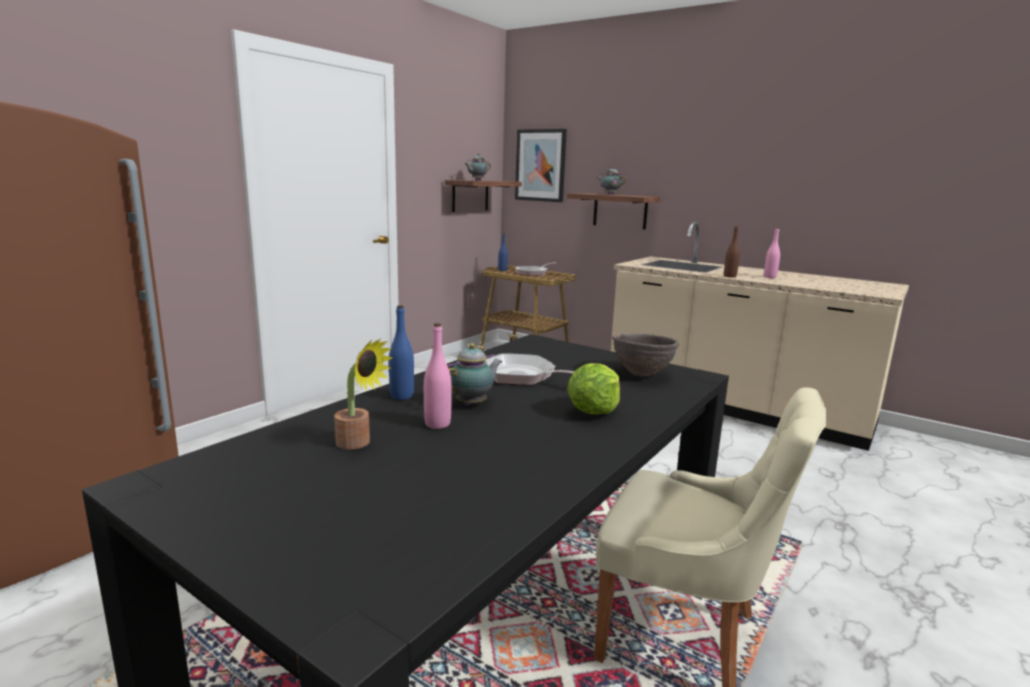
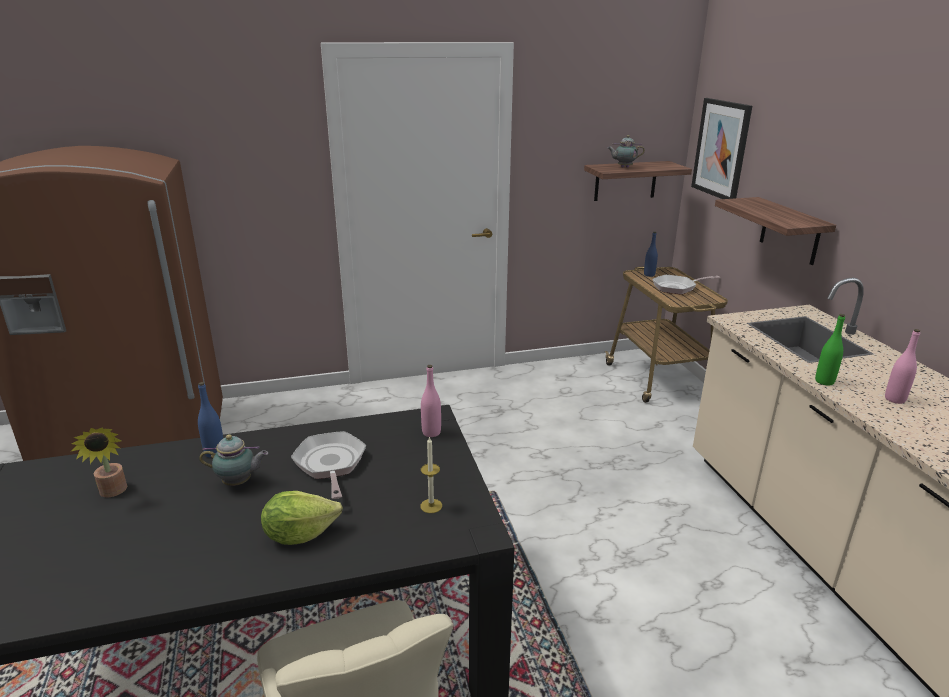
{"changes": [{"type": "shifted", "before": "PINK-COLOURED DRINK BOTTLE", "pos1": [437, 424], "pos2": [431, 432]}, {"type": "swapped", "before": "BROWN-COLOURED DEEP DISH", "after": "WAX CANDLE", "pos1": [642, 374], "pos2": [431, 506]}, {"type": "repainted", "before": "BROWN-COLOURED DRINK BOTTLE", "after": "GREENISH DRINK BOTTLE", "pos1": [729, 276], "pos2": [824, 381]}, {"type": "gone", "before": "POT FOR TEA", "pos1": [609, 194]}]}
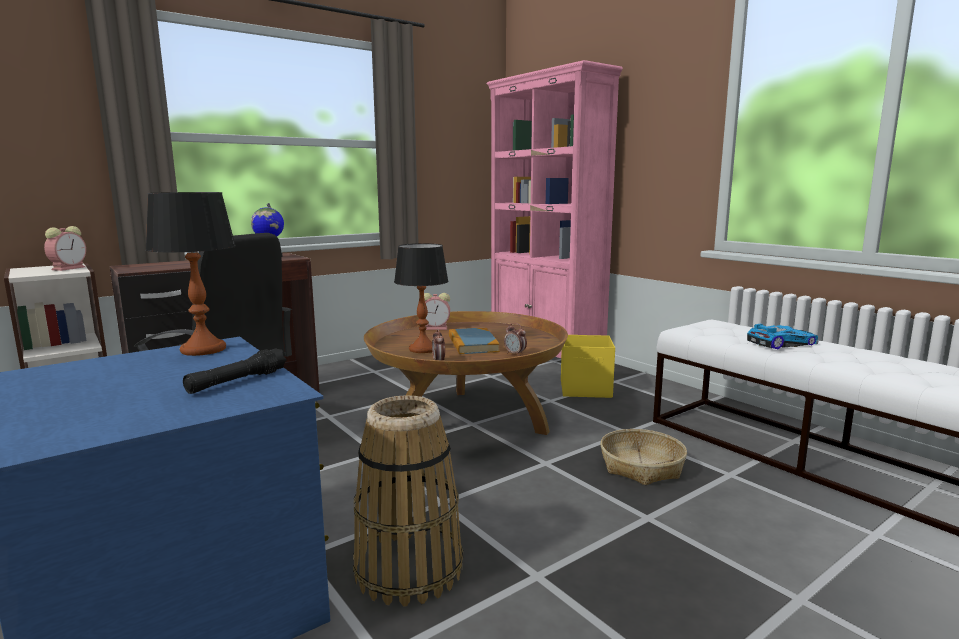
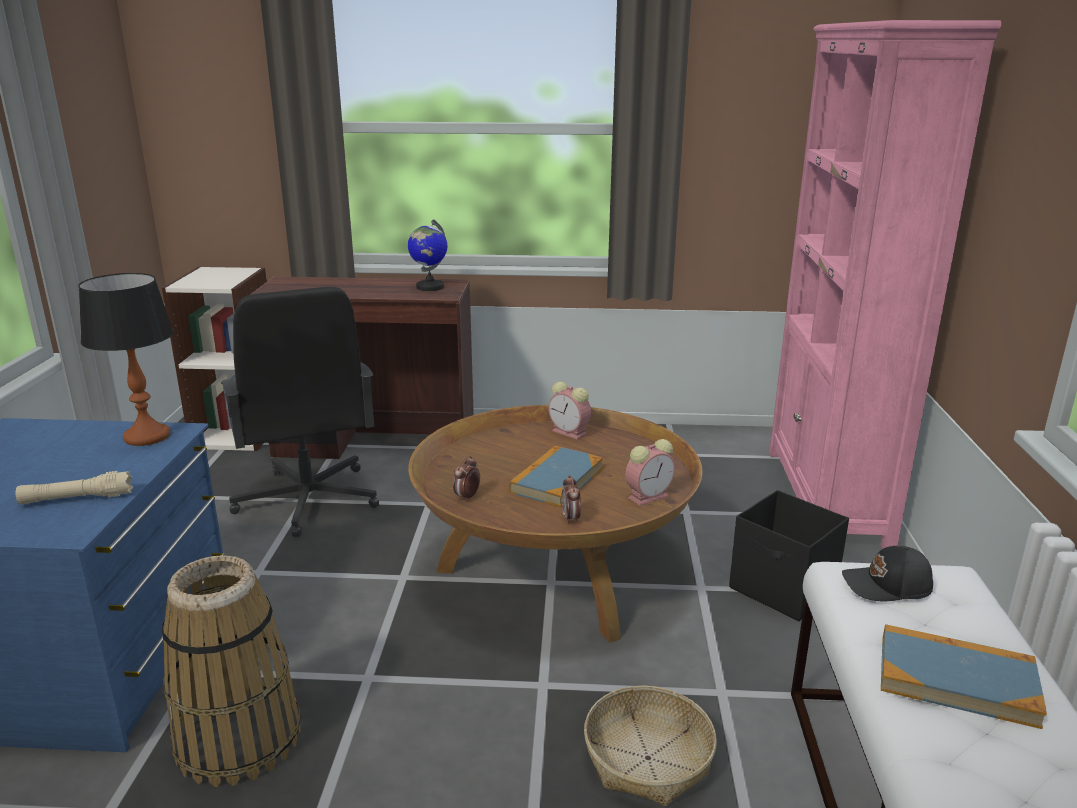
{"changes": [{"type": "repainted", "before": "BLACKISH TORCH", "after": "BEIGE-COLOURED TORCH", "pos1": [237, 381], "pos2": [77, 499]}, {"type": "shifted", "before": "ALARM CLOCK", "pos1": [69, 268], "pos2": [649, 496]}, {"type": "repainted", "before": "YELLOWISH STORAGE CONTAINER", "after": "BLACKISH STORAGE CONTAINER", "pos1": [586, 389], "pos2": [783, 590]}, {"type": "new", "after": "BLACKISH PEAKED CAP", "pos2": [887, 586]}, {"type": "swapped", "before": "MINIATURE CAR", "after": "VOLUME", "pos1": [780, 343], "pos2": [956, 680]}, {"type": "gone", "before": "TABLE LAMP", "pos1": [423, 349]}]}
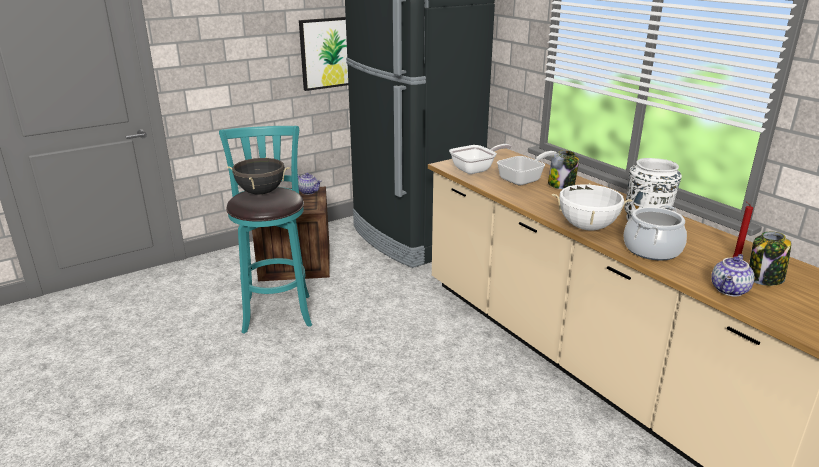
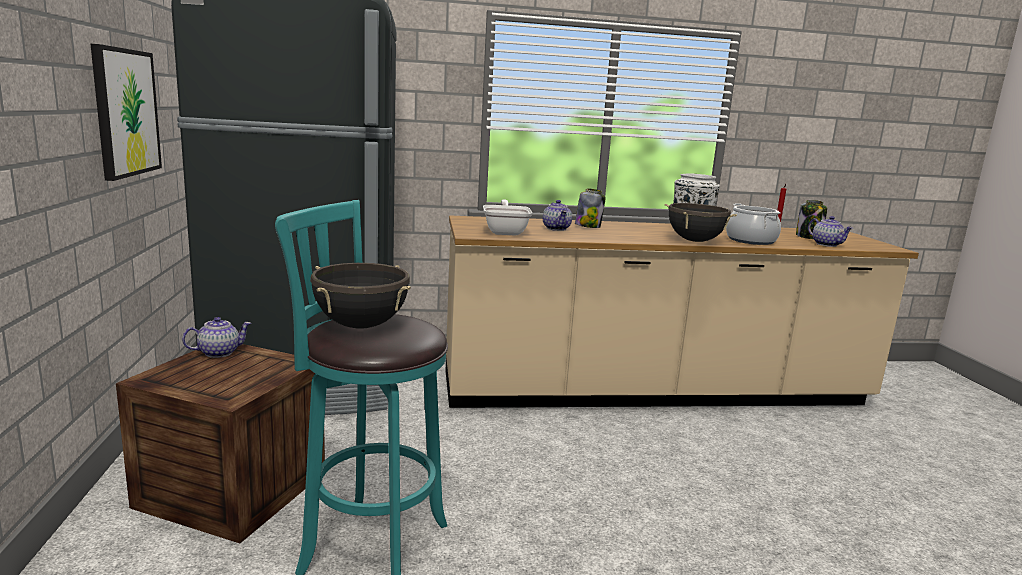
{"changes": [{"type": "swapped", "before": "FRYING PAN", "after": "POT FOR TEA", "pos1": [524, 179], "pos2": [557, 229]}, {"type": "repainted", "before": "WHITE SAUCEPOT", "after": "BLACKISH SAUCEPOT", "pos1": [587, 227], "pos2": [695, 241]}]}
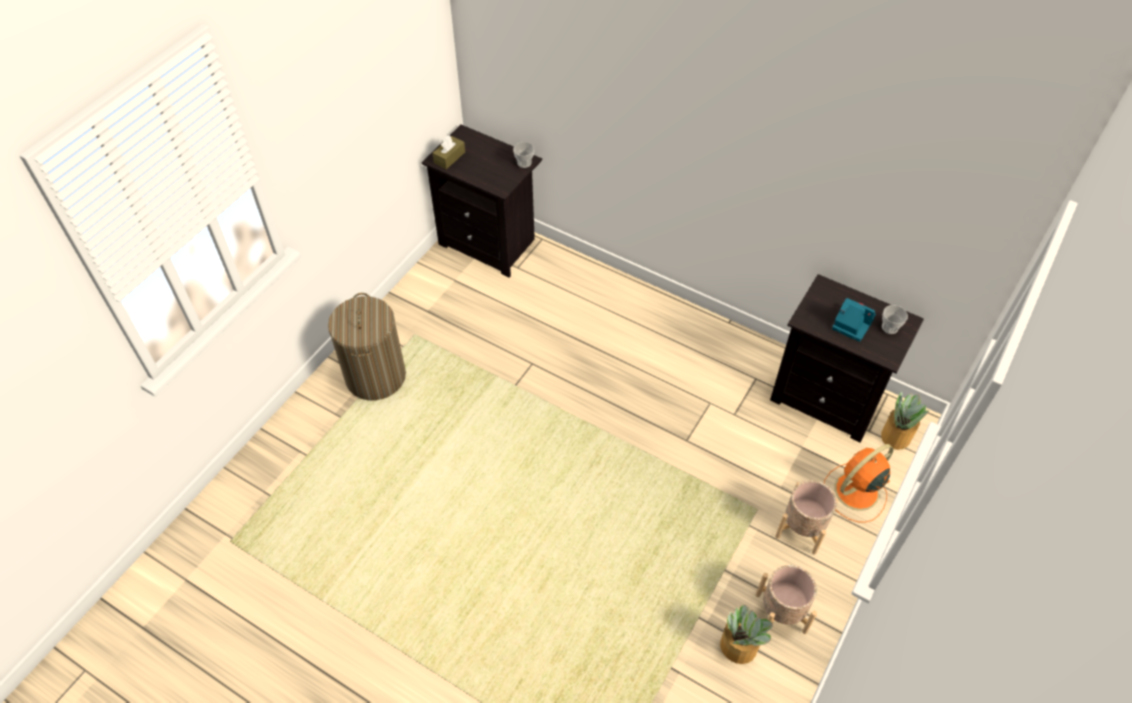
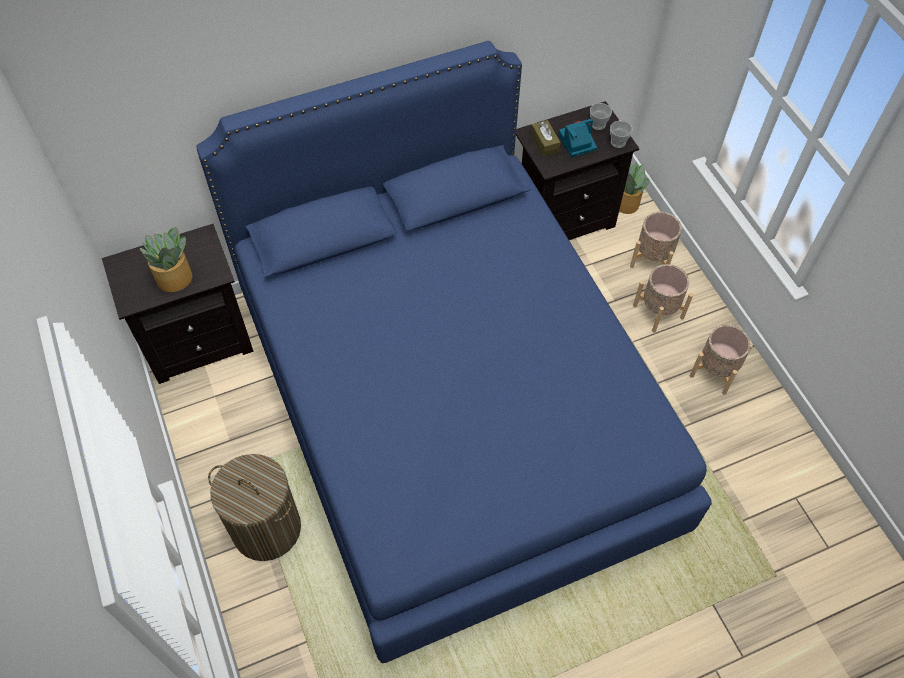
{"changes": [{"type": "shifted", "before": "PLANT IN A POT", "pos1": [739, 647], "pos2": [175, 278]}, {"type": "new", "after": "BLUE BEDROOM BED", "pos2": [450, 408]}, {"type": "shifted", "before": "BROWN-COLOURED BOX OF TISSUES", "pos1": [449, 157], "pos2": [544, 143]}, {"type": "shifted", "before": "DRINKING CUP", "pos1": [524, 163], "pos2": [618, 142]}, {"type": "swapped", "before": "ORANGEY FAN", "after": "BEIGE-COLOURED FLOWER POT", "pos1": [855, 492], "pos2": [652, 259]}]}
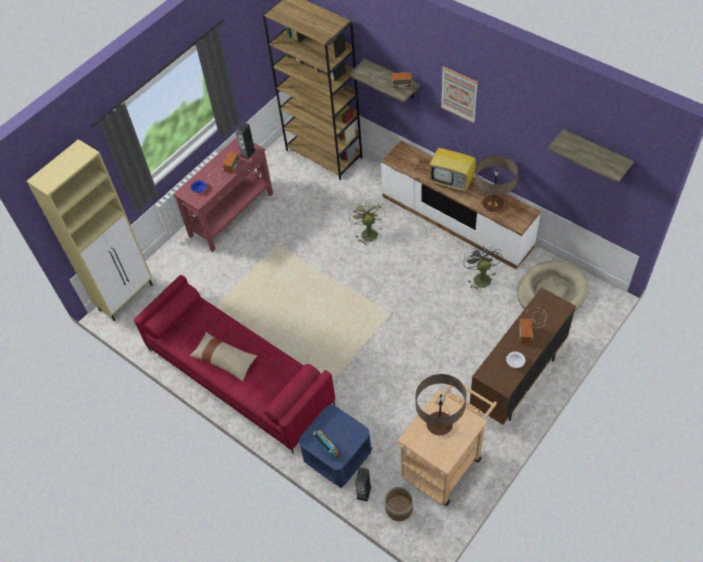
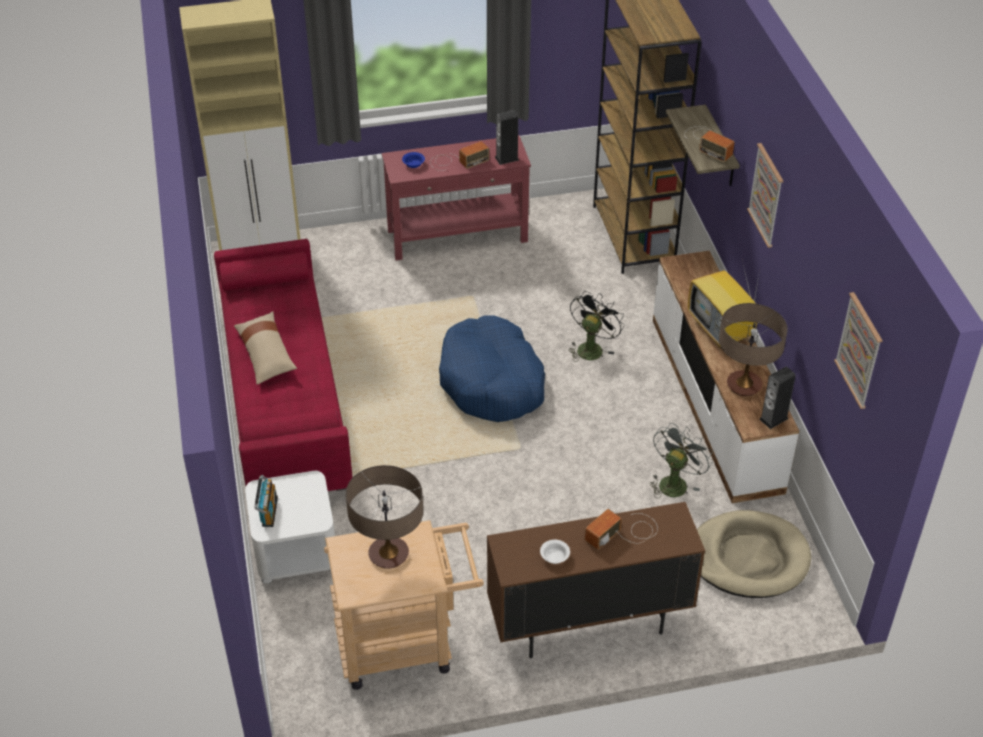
{"changes": [{"type": "repainted", "before": "BLUE ACCENT TABLE", "after": "WHITE ACCENT TABLE", "pos1": [337, 457], "pos2": [295, 551]}, {"type": "new", "after": "BLUE PET BED", "pos2": [492, 382]}, {"type": "repainted", "before": "GREENISH FAN", "after": "BLACKISH FAN", "pos1": [368, 232], "pos2": [591, 347]}, {"type": "shifted", "before": "AUDIO SPEAKER", "pos1": [364, 492], "pos2": [773, 418]}, {"type": "swapped", "before": "BRACKET SHELF", "after": "WALL ART", "pos1": [596, 153], "pos2": [859, 350]}, {"type": "gone", "before": "FLOWER POT", "pos1": [399, 508]}]}
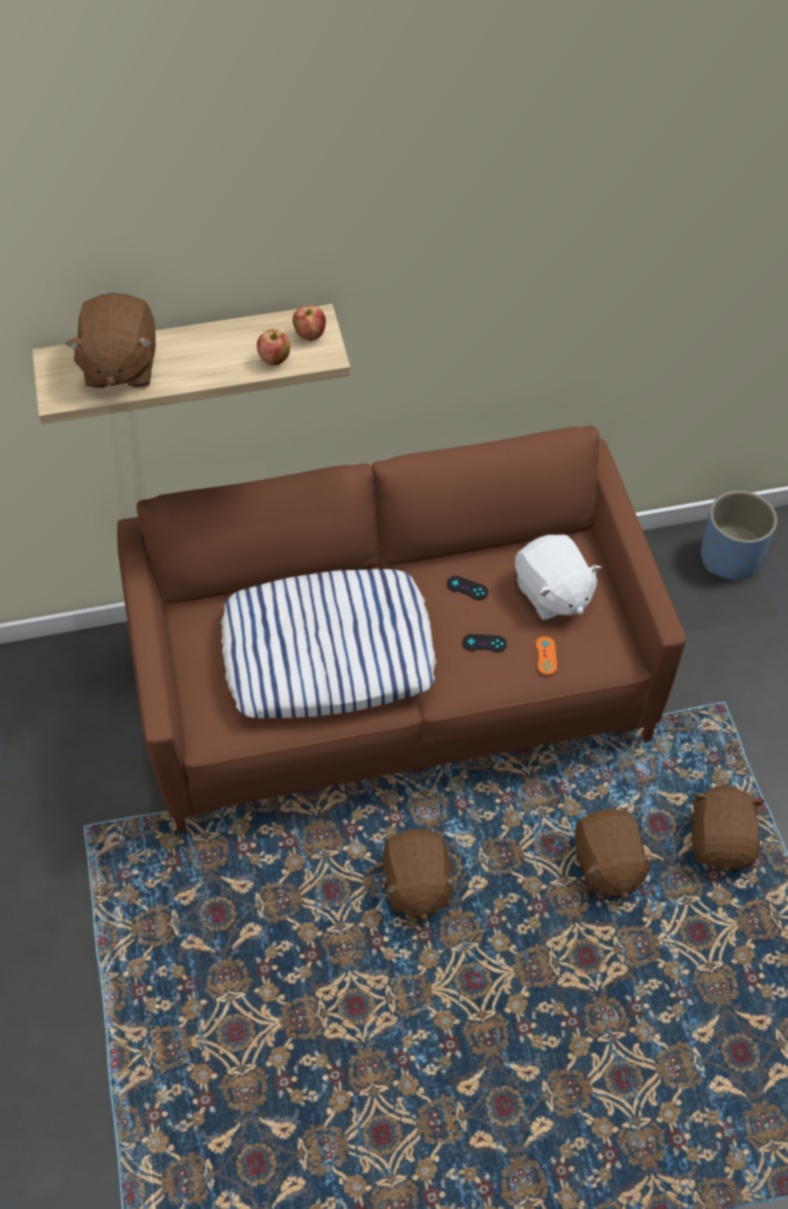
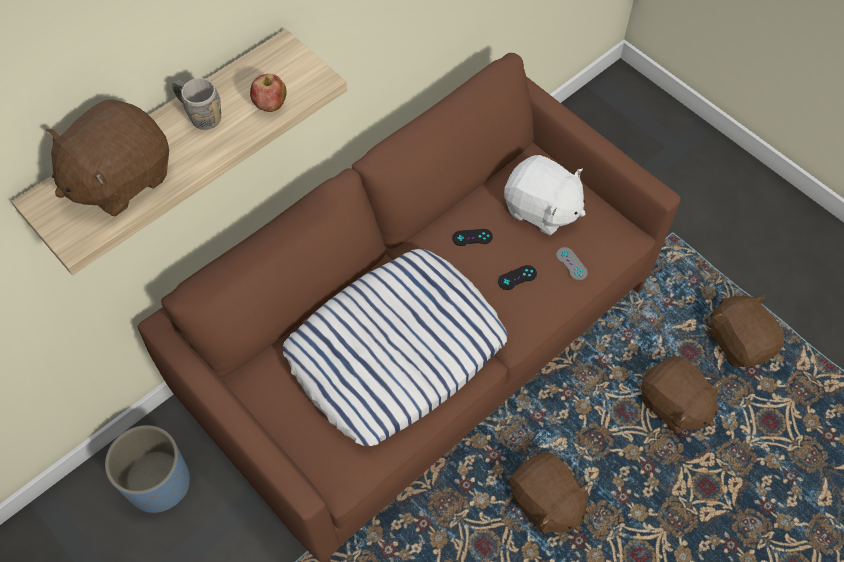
{"changes": [{"type": "rotated", "before": "BROWN-COLOURED PLUSH TOY", "pos1": [120, 366], "pos2": [119, 178], "turn": 75}, {"type": "shifted", "before": "BLUE FLOWER POT", "pos1": [730, 557], "pos2": [159, 483]}, {"type": "new", "after": "GREYISH TEA MUG", "pos2": [200, 115]}, {"type": "repainted", "before": "ORANGEY GAME CONTROLLER", "after": "GREYISH GAME CONTROLLER", "pos1": [546, 656], "pos2": [571, 264]}, {"type": "gone", "before": "WHOLE APPLE", "pos1": [310, 335]}]}
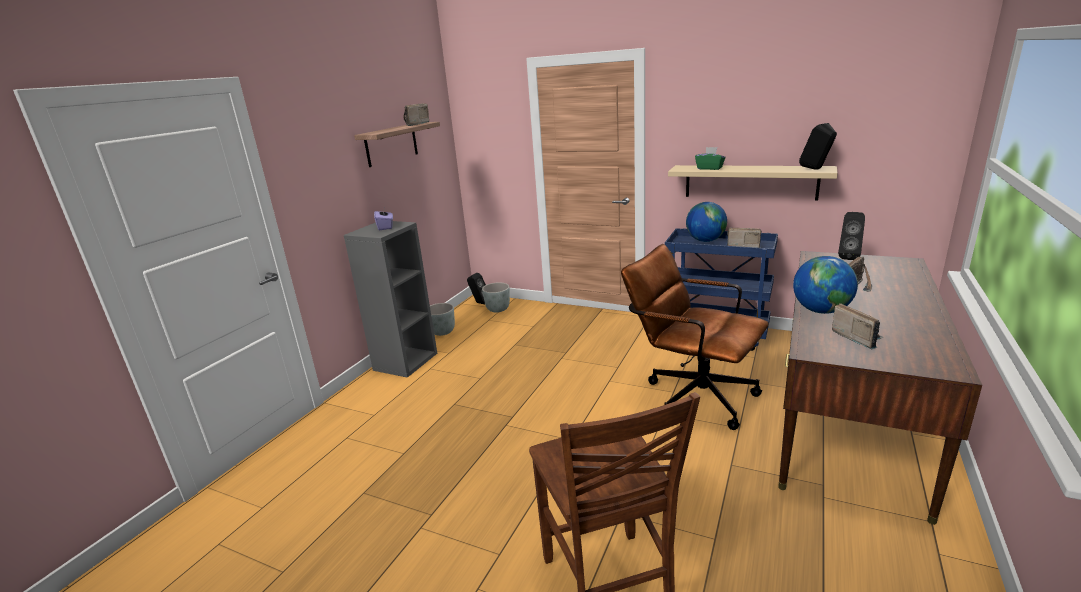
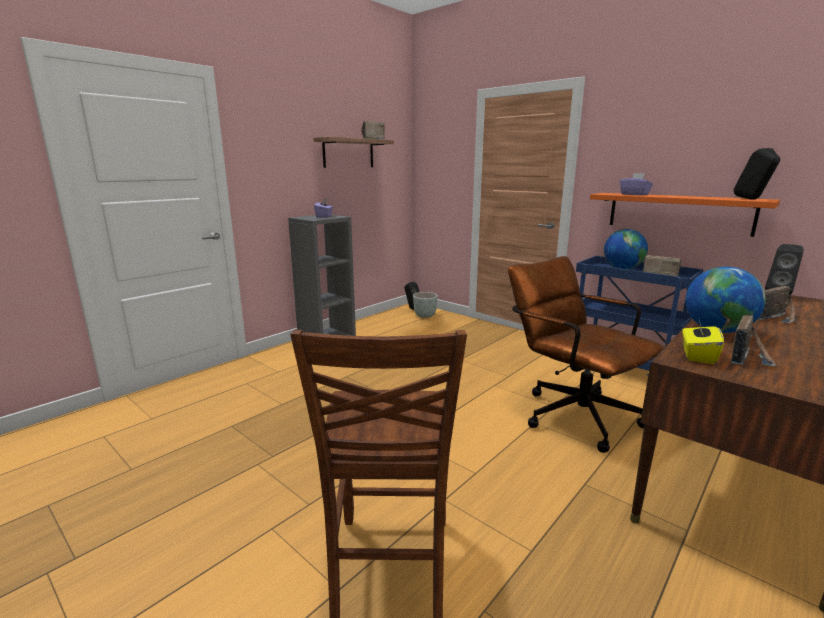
{"changes": [{"type": "repainted", "before": "BEIGE-COLOURED BRACKET SHELF", "after": "ORANGEY BRACKET SHELF", "pos1": [750, 182], "pos2": [678, 213]}, {"type": "repainted", "before": "GREENISH BOX OF TISSUES", "after": "PURPLISH BOX OF TISSUES", "pos1": [709, 168], "pos2": [634, 194]}, {"type": "new", "after": "YELLOWISH BOX OF TISSUES", "pos2": [697, 355]}, {"type": "rotated", "before": "RADIO RECEIVER", "pos1": [857, 337], "pos2": [749, 358], "turn": 45}, {"type": "gone", "before": "GREYISH FLOWER POT", "pos1": [442, 332]}]}
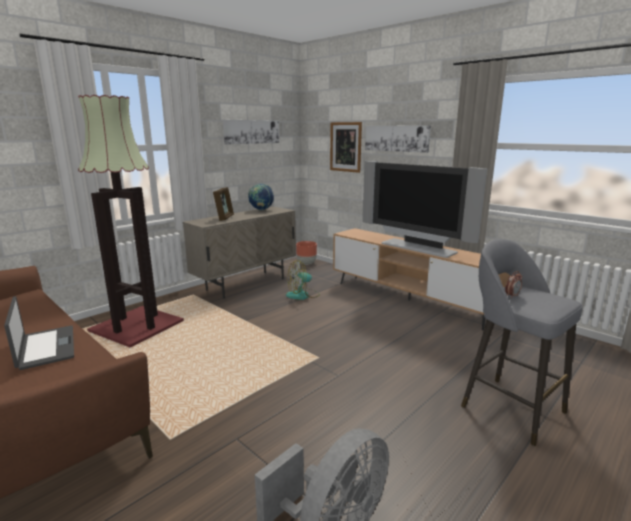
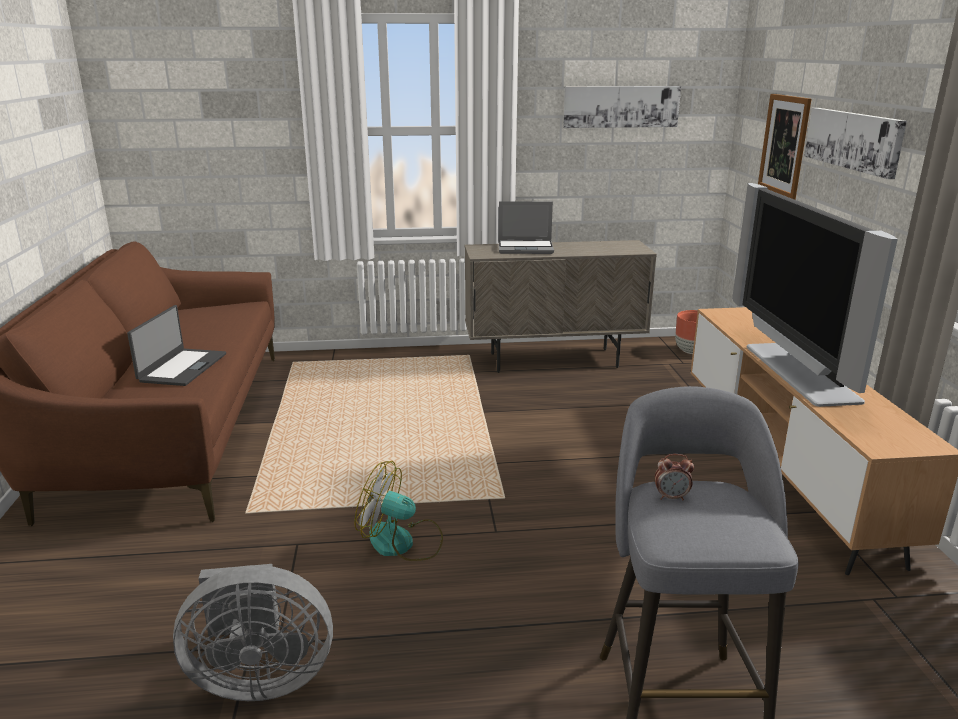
{"changes": [{"type": "shifted", "before": "FAN", "pos1": [302, 295], "pos2": [402, 543]}, {"type": "swapped", "before": "PICTURE FRAME", "after": "PORTABLE COMPUTER", "pos1": [224, 218], "pos2": [526, 248]}, {"type": "gone", "before": "STANDING LAMP", "pos1": [137, 326]}, {"type": "gone", "before": "WORLD GLOBE", "pos1": [261, 210]}]}
